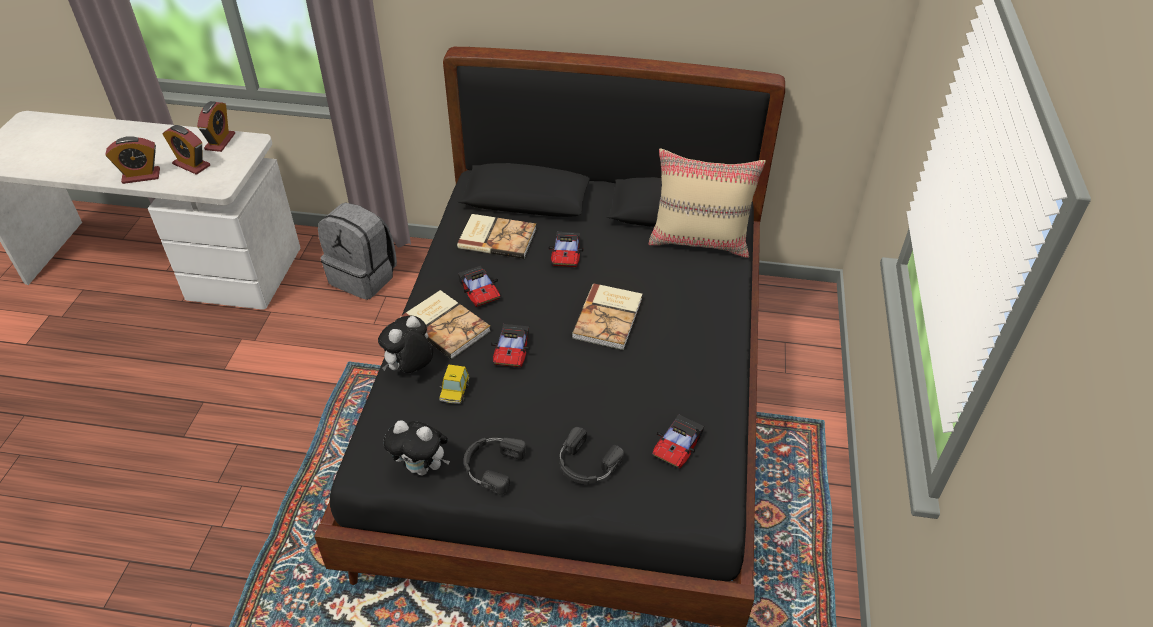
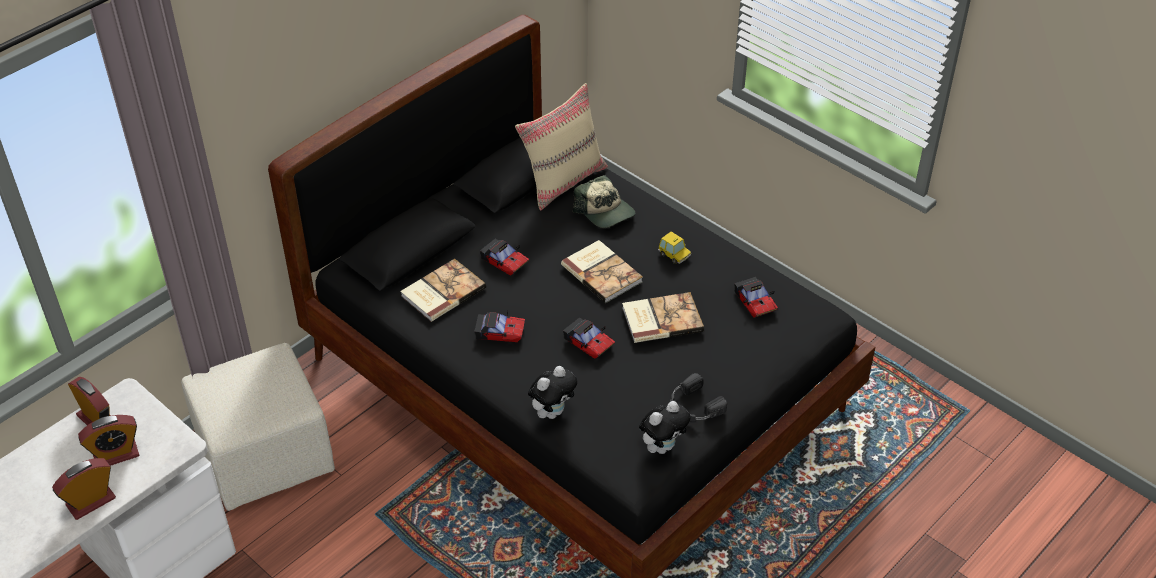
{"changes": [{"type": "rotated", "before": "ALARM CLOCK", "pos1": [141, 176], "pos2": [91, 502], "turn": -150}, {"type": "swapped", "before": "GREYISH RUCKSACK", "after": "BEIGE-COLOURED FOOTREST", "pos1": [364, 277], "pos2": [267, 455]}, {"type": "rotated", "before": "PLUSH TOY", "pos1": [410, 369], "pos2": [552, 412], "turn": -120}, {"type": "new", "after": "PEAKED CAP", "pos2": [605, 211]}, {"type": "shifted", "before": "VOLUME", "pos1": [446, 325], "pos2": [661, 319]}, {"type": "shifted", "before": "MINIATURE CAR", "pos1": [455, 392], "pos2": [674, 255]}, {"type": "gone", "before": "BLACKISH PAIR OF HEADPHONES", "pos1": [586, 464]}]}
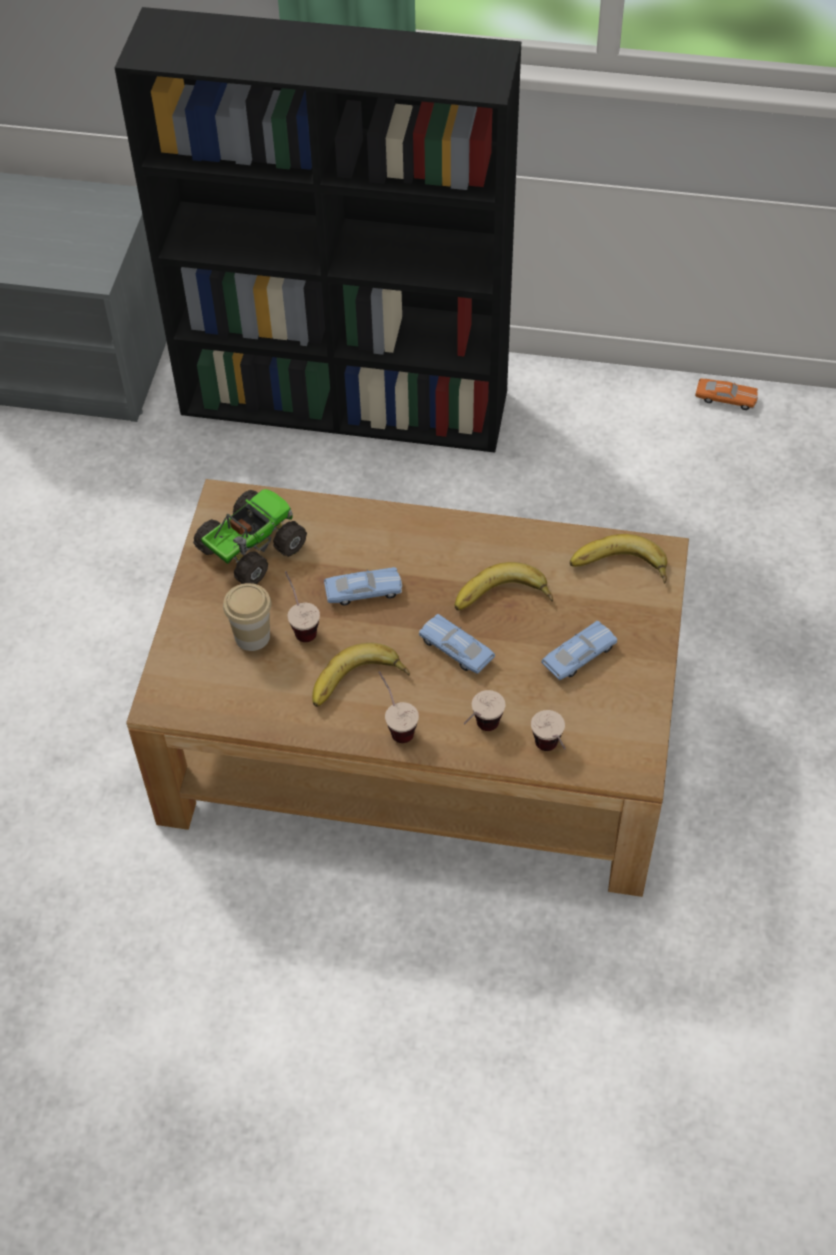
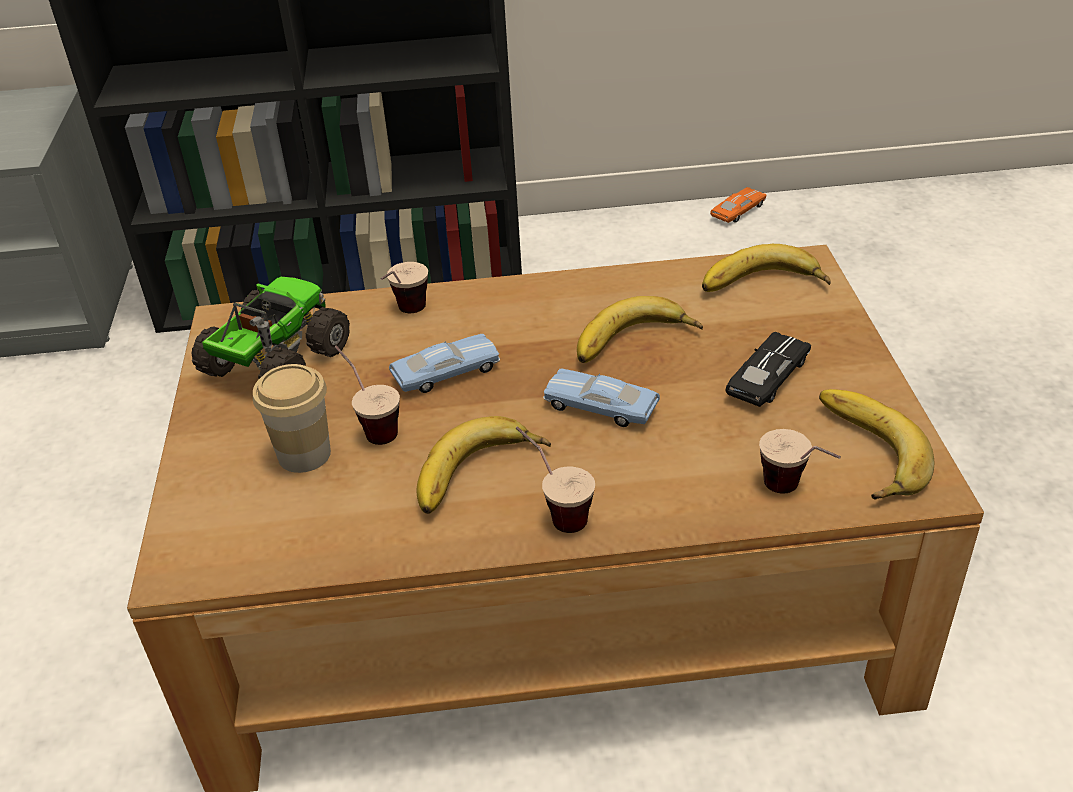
{"changes": [{"type": "shifted", "before": "DRINKING CUP", "pos1": [480, 732], "pos2": [405, 316]}, {"type": "rotated", "before": "ORANGEY MINIATURE CAR", "pos1": [726, 399], "pos2": [738, 212], "turn": -45}, {"type": "repainted", "before": "BLUE MINIATURE CAR", "after": "BLACKISH MINIATURE CAR", "pos1": [579, 656], "pos2": [767, 379]}, {"type": "new", "after": "BANANA", "pos2": [862, 452]}]}
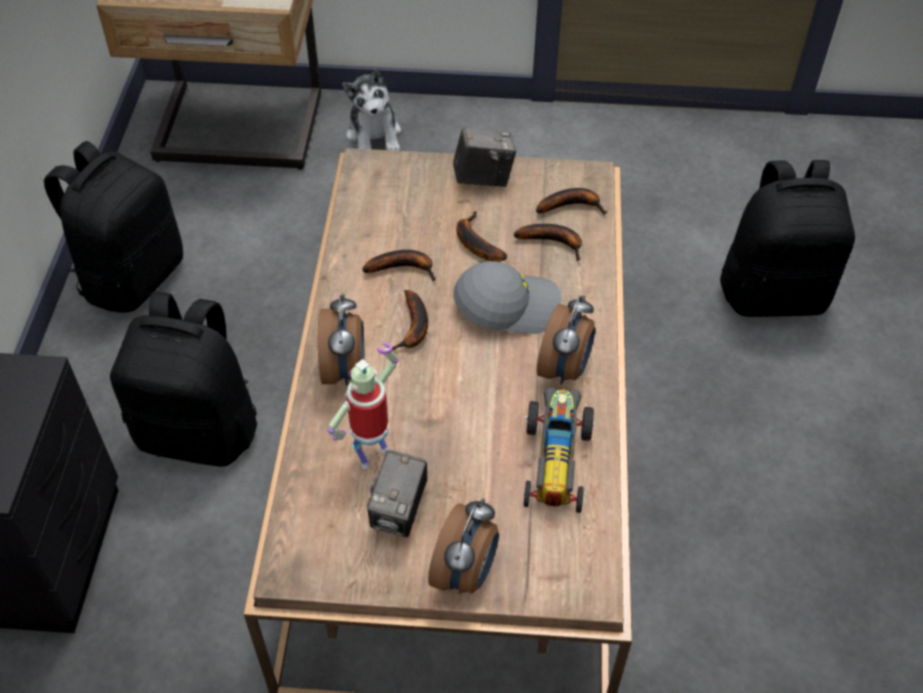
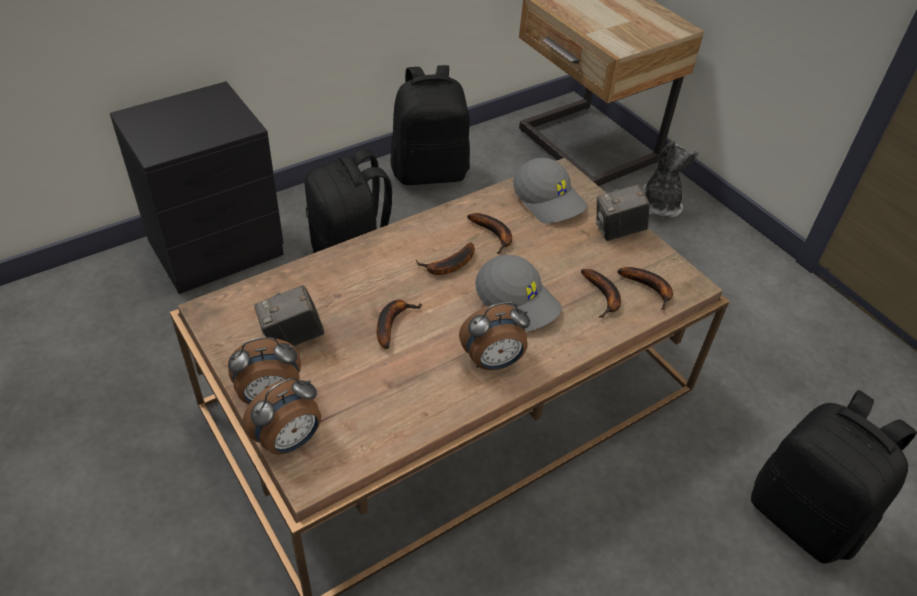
{"changes": [{"type": "shifted", "before": "ALARM CLOCK", "pos1": [345, 369], "pos2": [289, 441]}, {"type": "shifted", "before": "BANANA", "pos1": [474, 243], "pos2": [392, 323]}, {"type": "new", "after": "GREYISH PEAKED CAP", "pos2": [550, 200]}, {"type": "rotated", "before": "STILL CAMERA", "pos1": [483, 178], "pos2": [618, 231], "turn": 120}, {"type": "rotated", "before": "PLUSH TOY", "pos1": [374, 135], "pos2": [659, 204], "turn": 150}, {"type": "gone", "before": "MODEL ROBOT", "pos1": [372, 454]}, {"type": "gone", "before": "MINIATURE CAR", "pos1": [556, 457]}]}
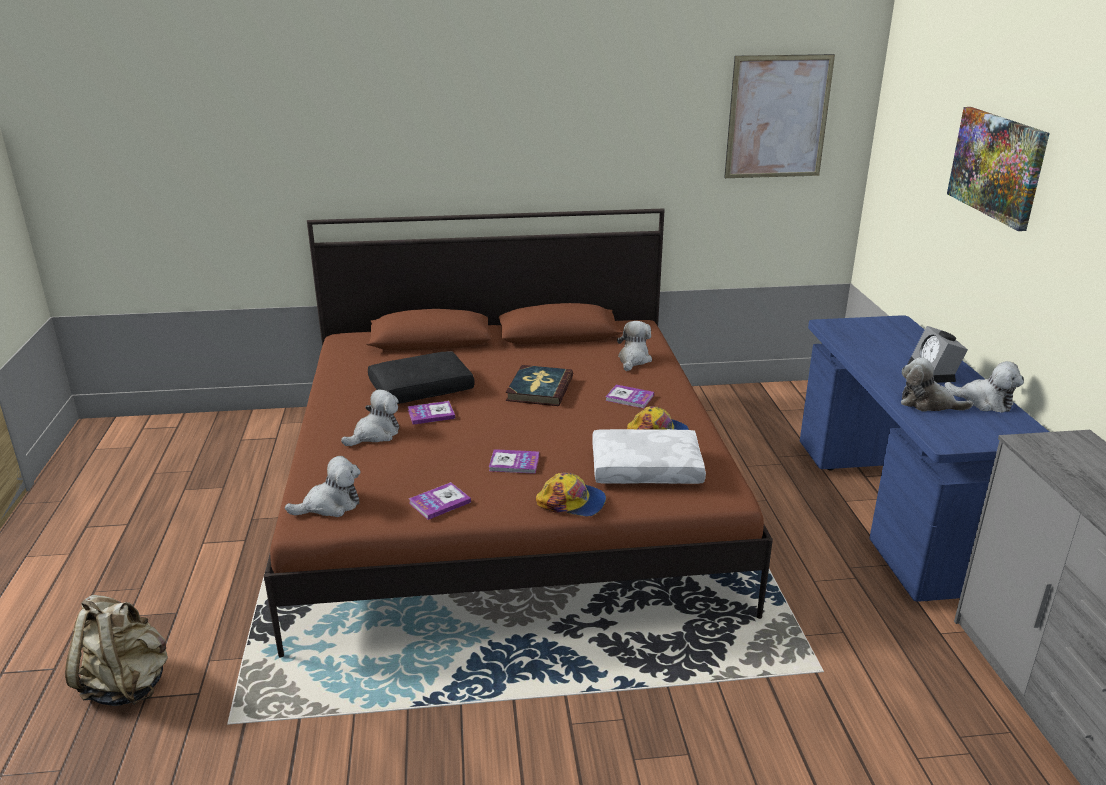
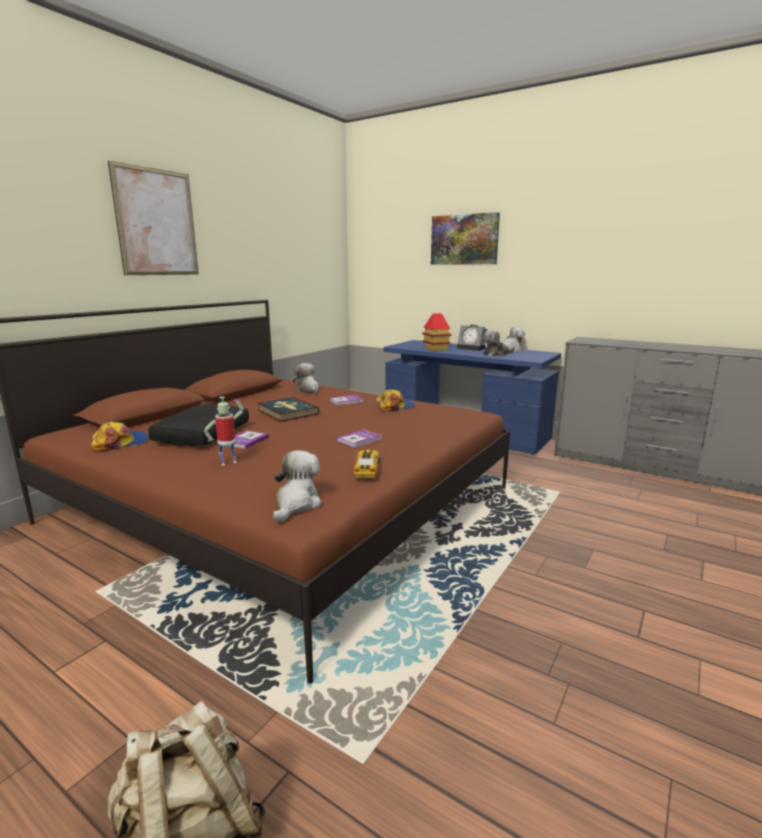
{"changes": [{"type": "shifted", "before": "PEAKED CAP", "pos1": [572, 502], "pos2": [121, 443]}, {"type": "shifted", "before": "WALL ART", "pos1": [778, 117], "pos2": [157, 223]}, {"type": "swapped", "before": "PLUSH TOY", "after": "MODEL ROBOT", "pos1": [375, 434], "pos2": [228, 462]}, {"type": "swapped", "before": "VOLUME", "after": "MINIATURE CAR", "pos1": [439, 502], "pos2": [367, 469]}, {"type": "new", "after": "MODEL HOUSE", "pos2": [436, 349]}, {"type": "gone", "before": "WHITE PILLOW", "pos1": [647, 468]}]}
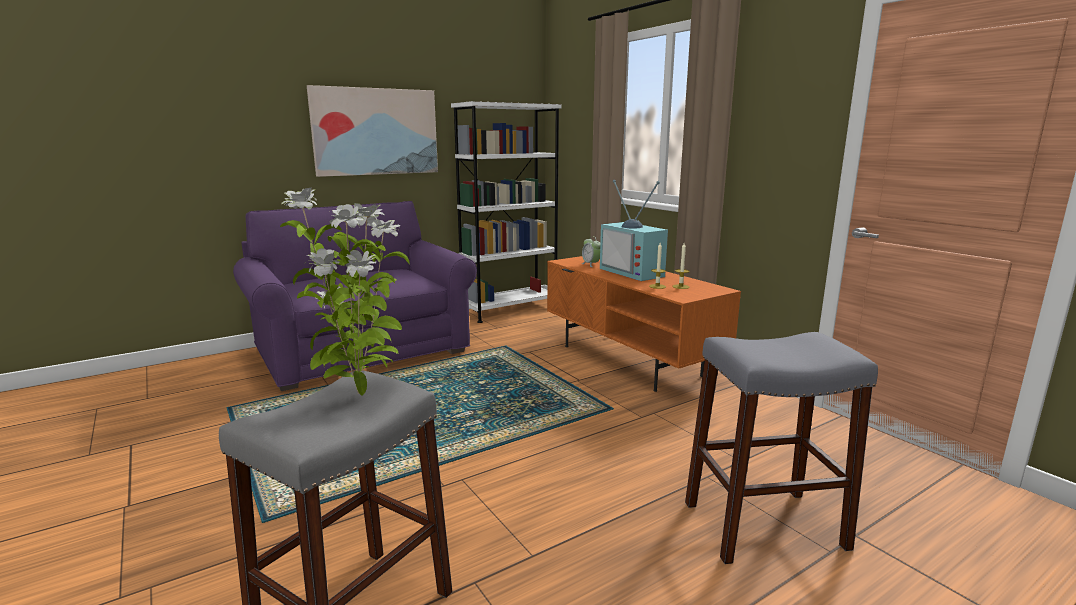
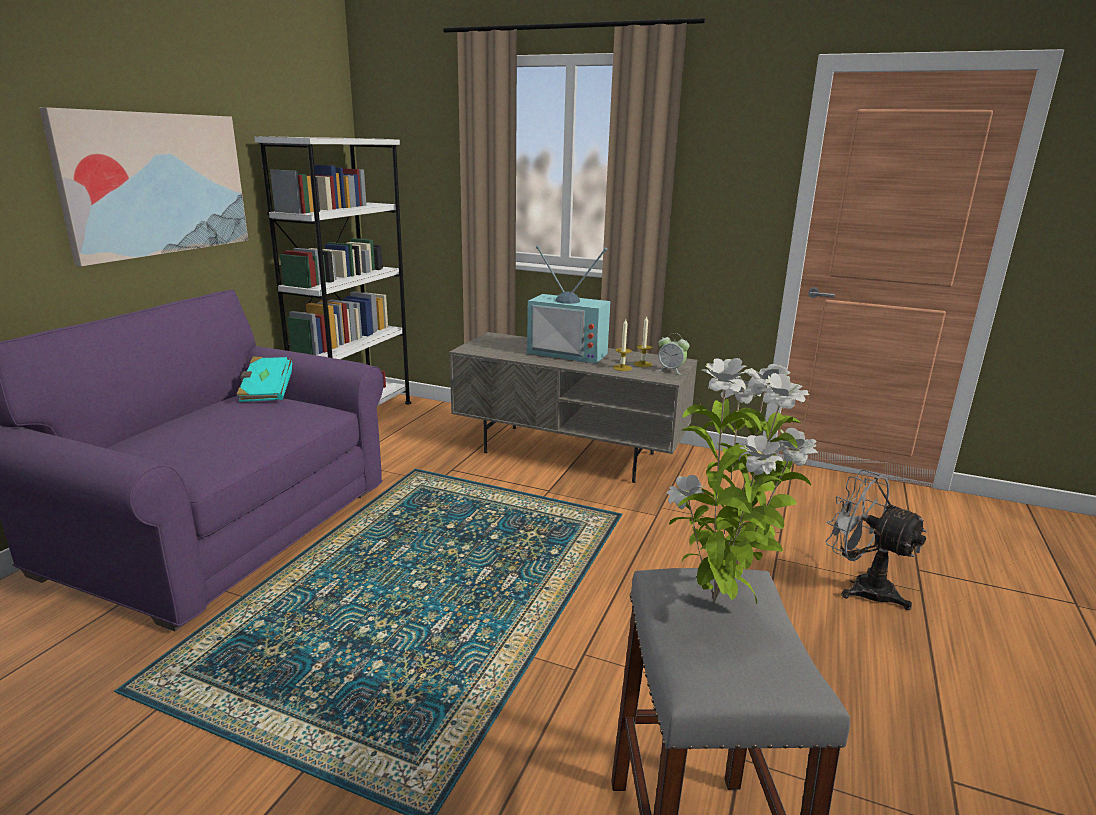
{"changes": [{"type": "new", "after": "BLUE-GREEN VOLUME", "pos2": [267, 391]}, {"type": "repainted", "before": "ORANGEY MEDIA CONSOLE", "after": "GREYISH MEDIA CONSOLE", "pos1": [631, 360], "pos2": [570, 453]}, {"type": "shifted", "before": "ALARM CLOCK", "pos1": [591, 264], "pos2": [671, 370]}, {"type": "swapped", "before": "GREYISH SITTING STOOL", "after": "GREYISH FAN", "pos1": [763, 525], "pos2": [862, 587]}]}
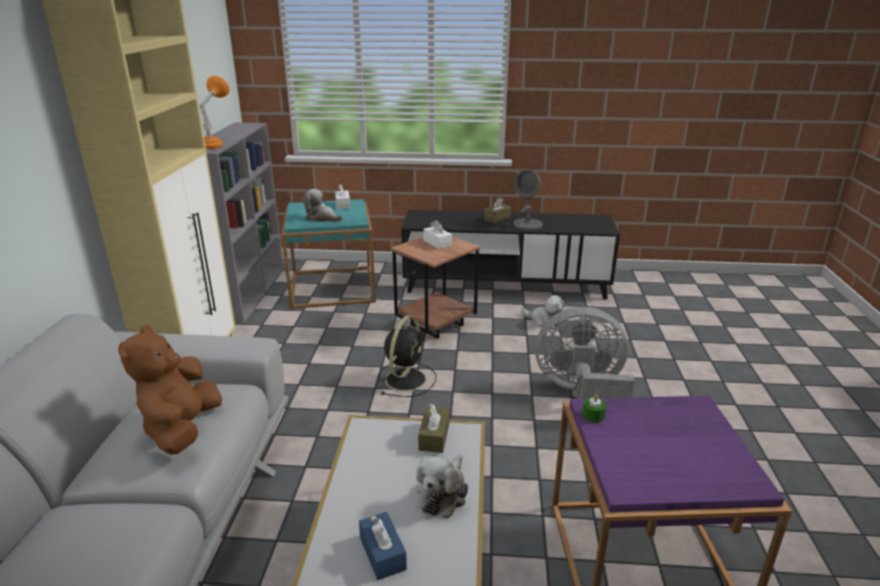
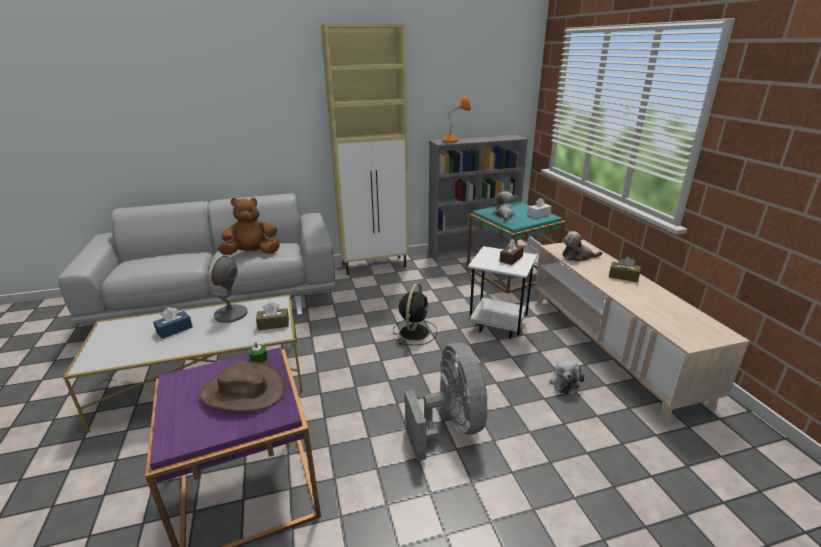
{"changes": [{"type": "new", "after": "BROWN-COLOURED CLOTHING HAT", "pos2": [243, 391]}, {"type": "shifted", "before": "GREYISH TABLE LAMP", "pos1": [528, 225], "pos2": [231, 314]}, {"type": "rotated", "before": "BLACKISH FAN", "pos1": [406, 378], "pos2": [415, 331], "turn": -75}, {"type": "repainted", "before": "BROWN-COLOURED ACCENT TABLE", "after": "WHITE ACCENT TABLE", "pos1": [435, 325], "pos2": [498, 326]}, {"type": "repainted", "before": "WHITE BOX OF TISSUES", "after": "BROWN-COLOURED BOX OF TISSUES", "pos1": [437, 243], "pos2": [511, 259]}, {"type": "repainted", "before": "BLACKISH MEDIA CONSOLE", "after": "BEIGE-COLOURED MEDIA CONSOLE", "pos1": [505, 285], "pos2": [610, 346]}, {"type": "shifted", "before": "PLUSH TOY", "pos1": [443, 493], "pos2": [578, 257]}]}
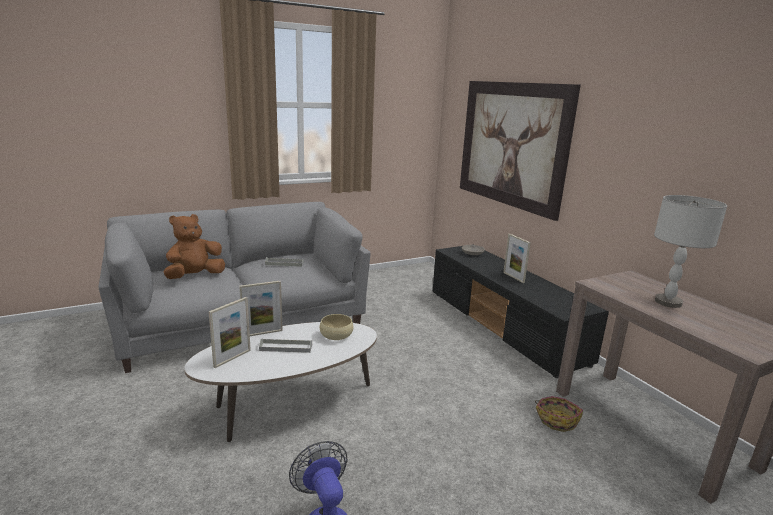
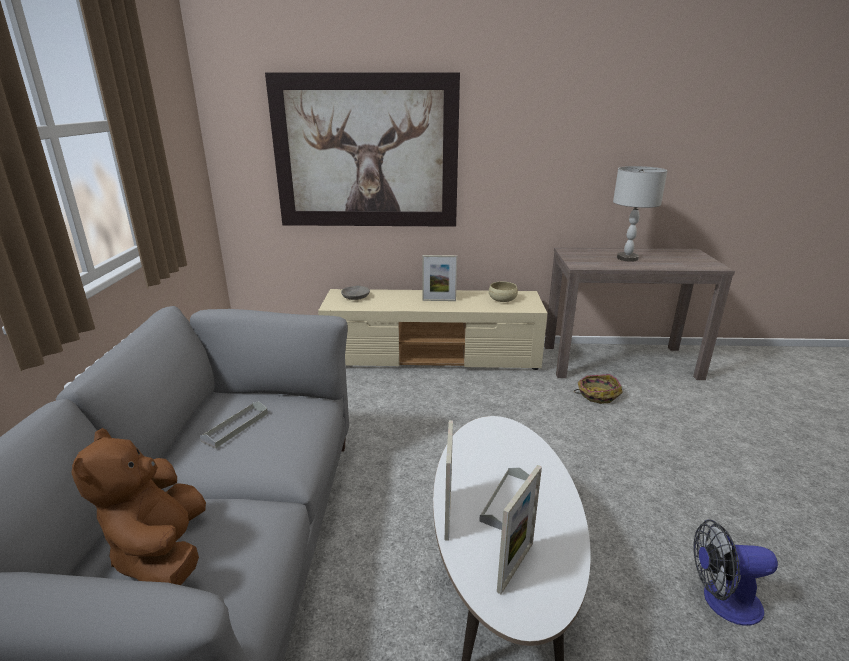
{"changes": [{"type": "repainted", "before": "BLACKISH MEDIA CONSOLE", "after": "BEIGE-COLOURED MEDIA CONSOLE", "pos1": [504, 326], "pos2": [433, 356]}, {"type": "shifted", "before": "BEIGE-COLOURED DEEP DISH", "pos1": [336, 335], "pos2": [502, 299]}, {"type": "rotated", "before": "PICTURE FRAME", "pos1": [232, 358], "pos2": [515, 566], "turn": 60}]}
